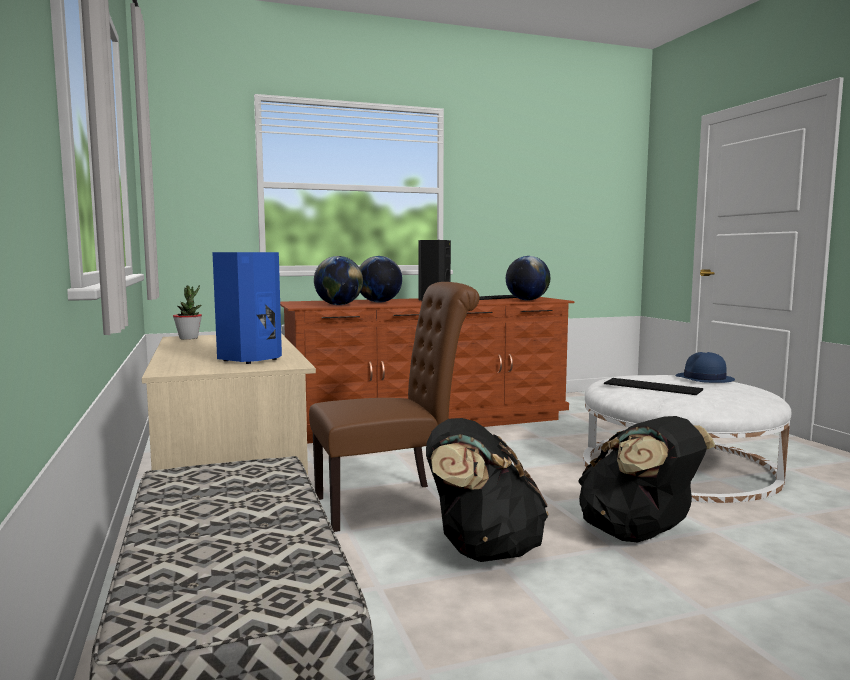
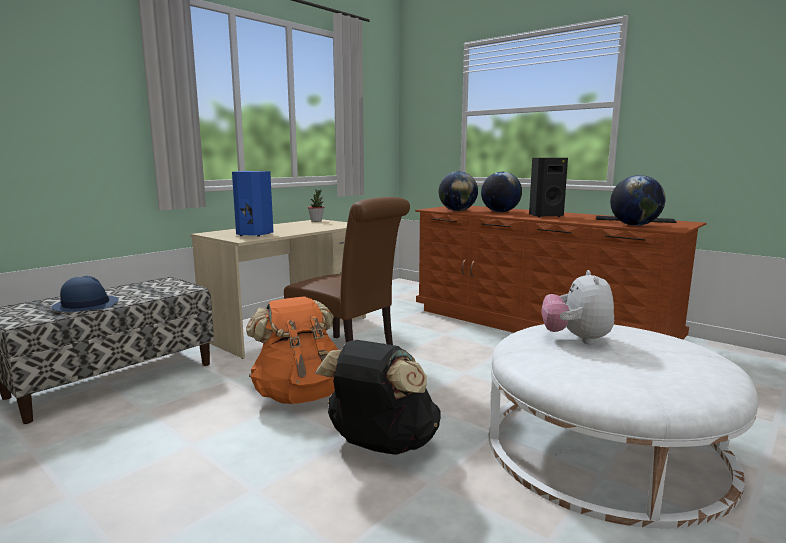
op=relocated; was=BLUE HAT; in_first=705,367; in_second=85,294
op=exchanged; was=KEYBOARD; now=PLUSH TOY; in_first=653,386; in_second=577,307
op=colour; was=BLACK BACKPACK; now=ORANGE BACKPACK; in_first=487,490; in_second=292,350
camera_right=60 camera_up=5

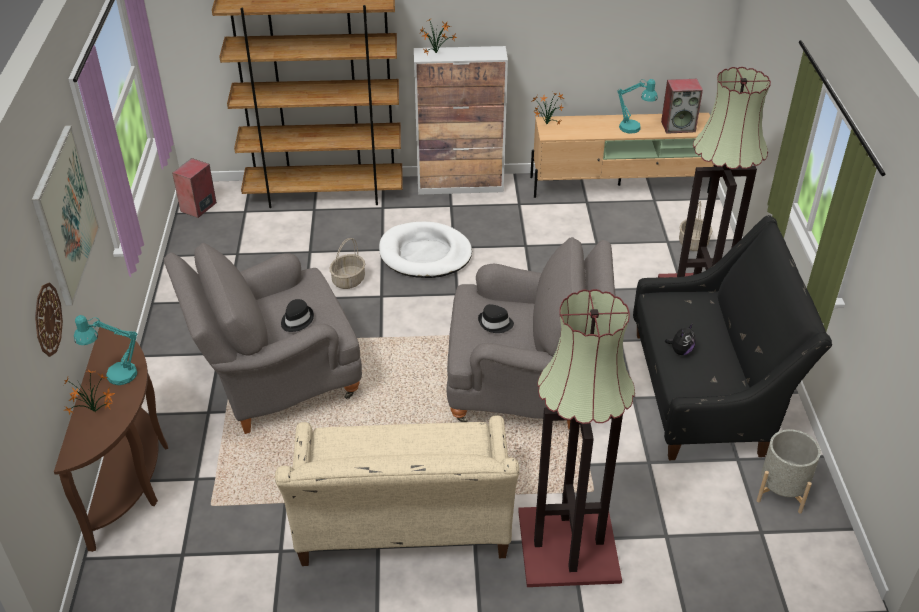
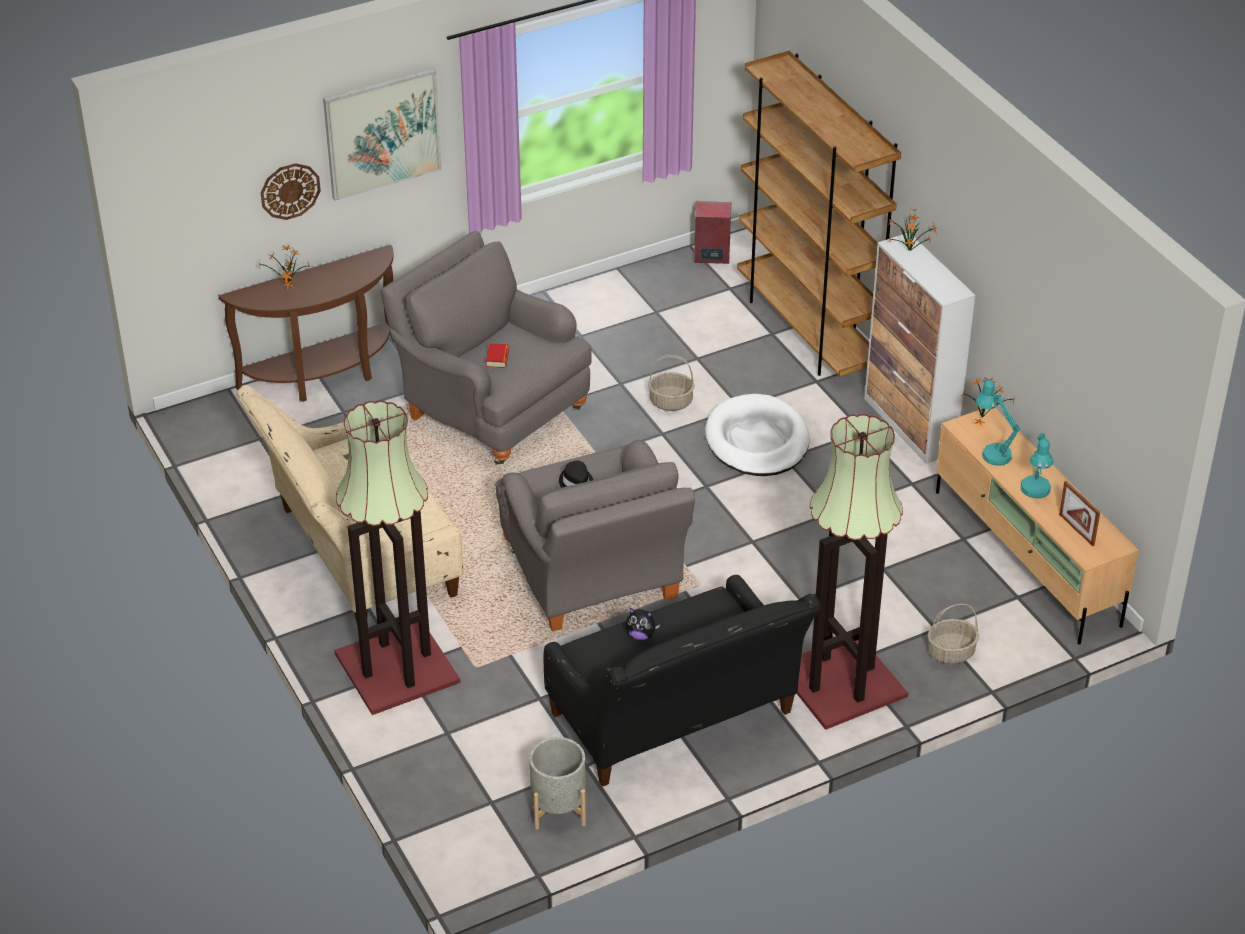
op=relocated; was=TURQUOISE TABLE LAMP; in_first=105,350; in_second=997,423
op=exchanged; was=BLACK HAT; now=BOOK; in_first=297,315; in_second=497,355
op=exchanged; was=SPEAKER; now=PICTURE FRAME; in_first=682,106; in_second=1079,513
camera_right=65 camera_up=0

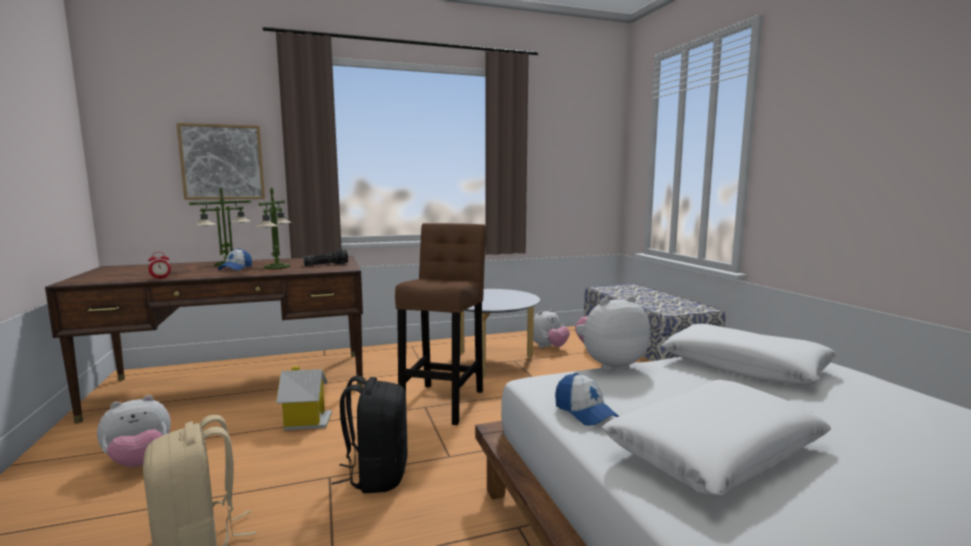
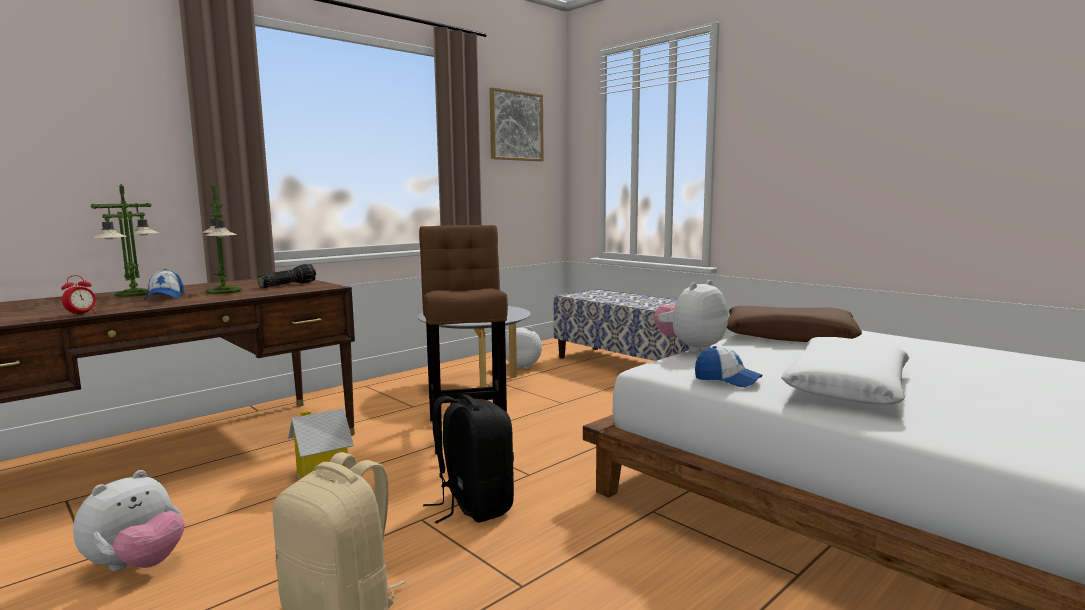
op=relocated; was=PICTURE; in_first=220,161; in_second=516,124
op=colour; was=WHITE PILLOW; now=BROWN PILLOW; in_first=749,354; in_second=794,324
op=spun; was=PLUSH TOY; in_first=551,328; in_second=523,348; clockwise=-105
camera_right=-25 camera_up=0

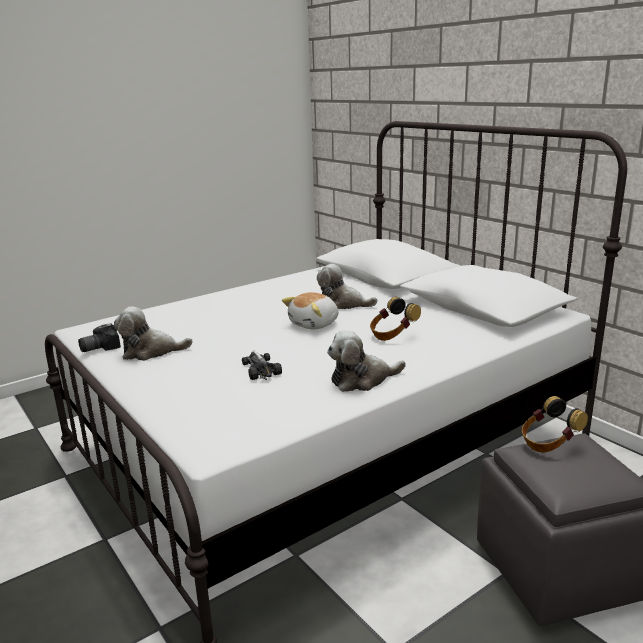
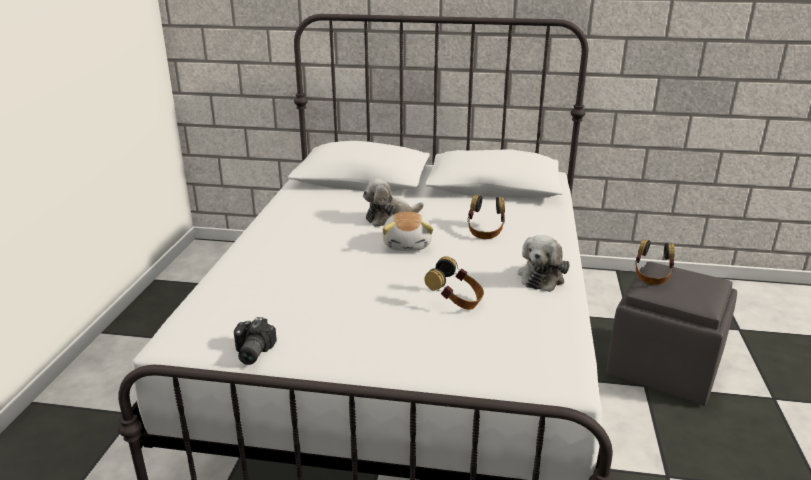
op=missing; was=PLUSH TOY; in_first=153,333
op=exchanged; was=TOY CAR; now=HEADPHONES; in_first=262,365; in_second=454,283
camera_right=-45 camera_up=5

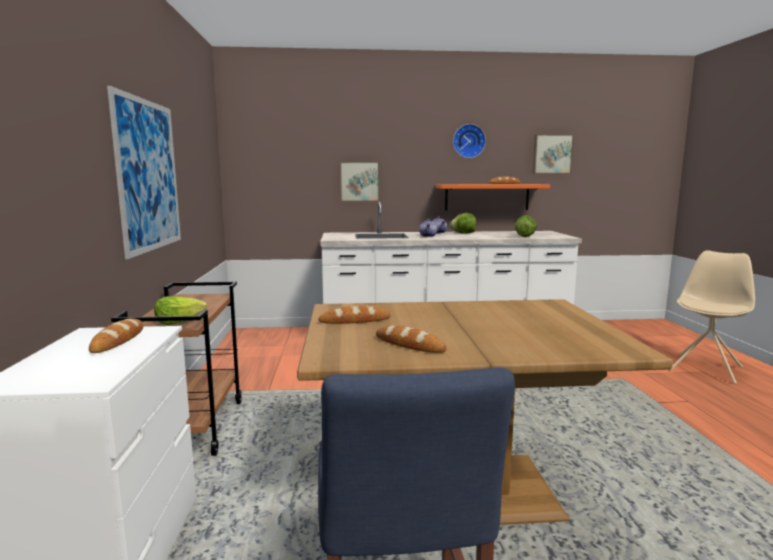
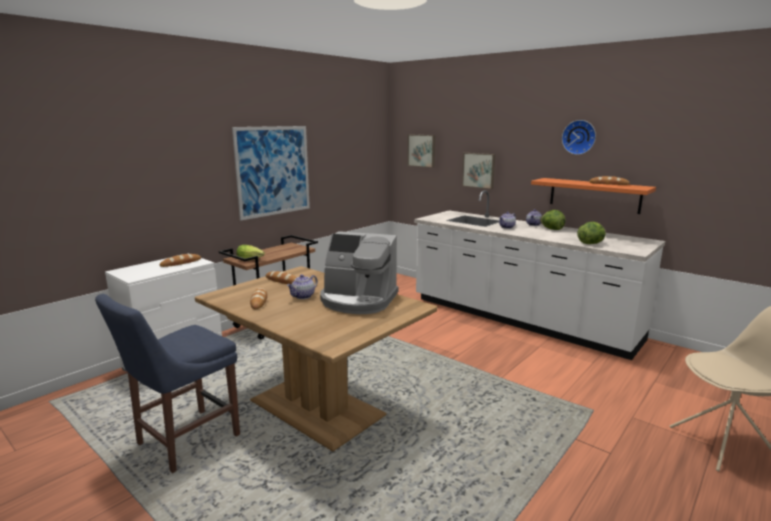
op=appeared; now=TEAPOT; in_second=302,287
op=appeared; now=COFFEE MACHINE; in_second=359,272
op=relocated; was=PICTURE; in_first=553,154; in_second=421,151
camera_right=45 camera_up=5

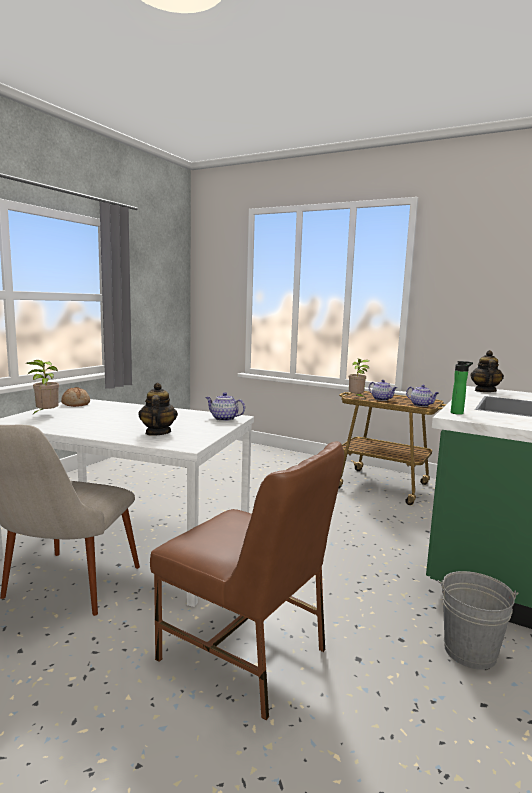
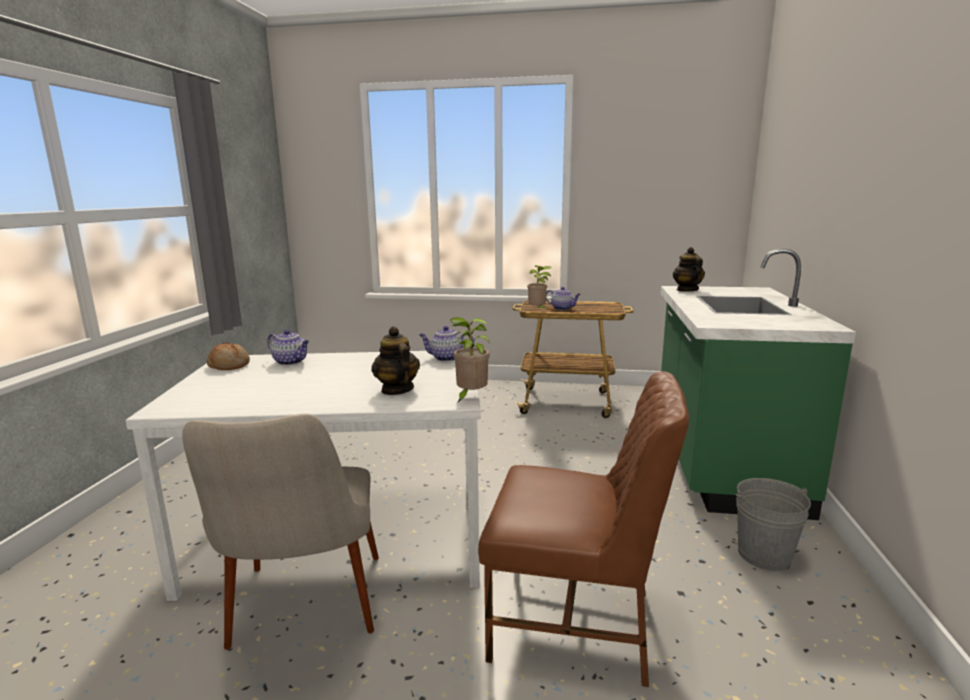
op=missing; was=BOTTLE; in_first=462,388
op=relocated; was=POTTED PLANT; in_first=42,388; in_second=469,359
op=relocated; was=TEAPOT; in_first=422,396; in_second=288,347
camera_right=-20 camera_up=5

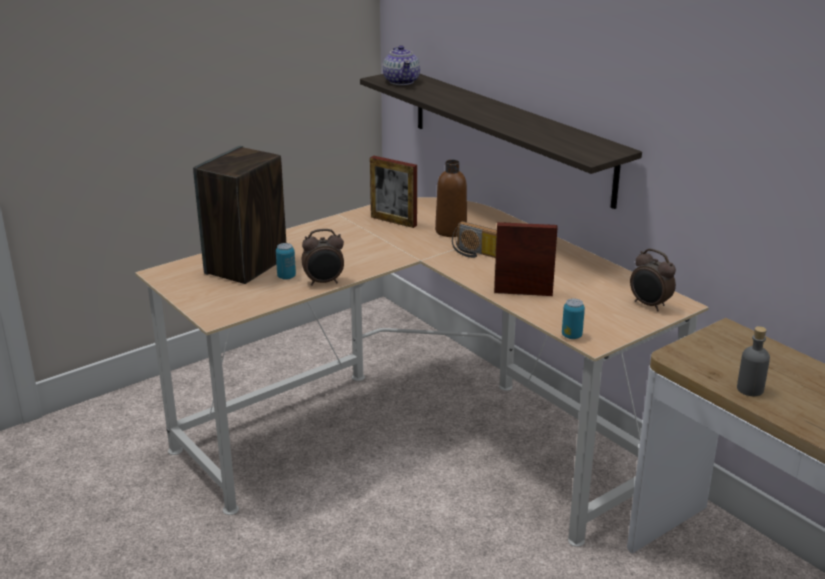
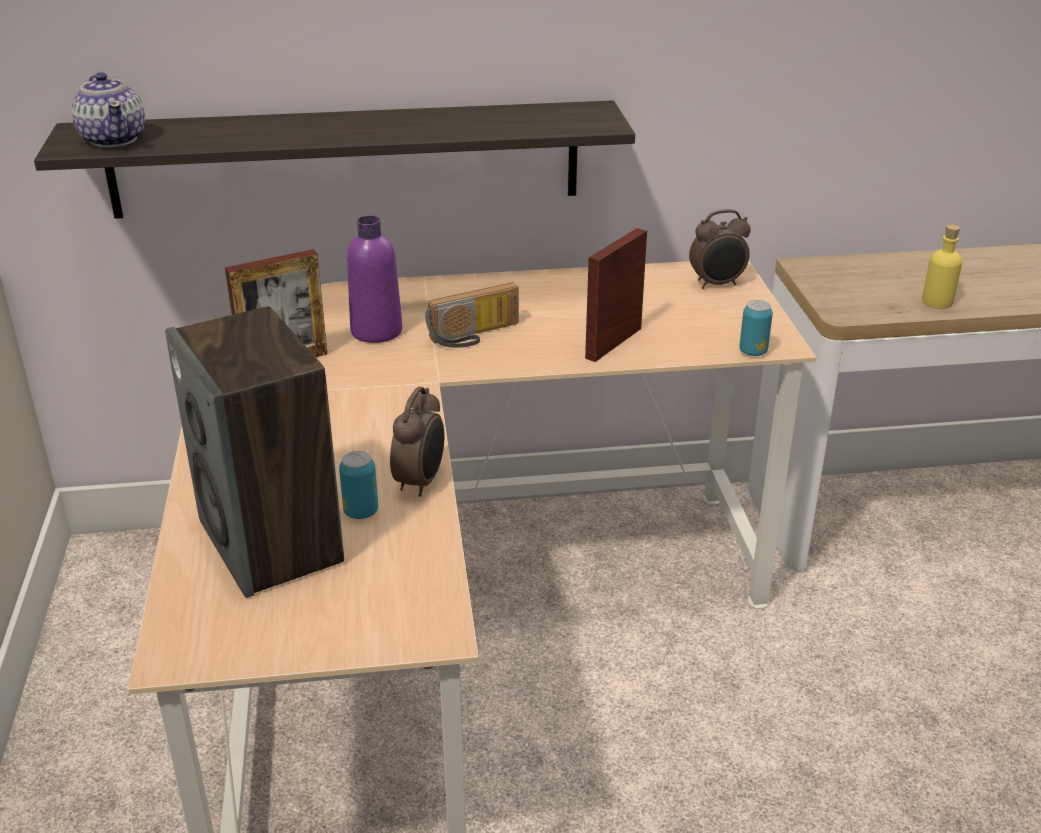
op=colour; was=BROWN BOTTLE; now=PURPLE BOTTLE; in_first=451,198; in_second=374,279
op=colour; was=GREY BOTTLE; now=YELLOW BOTTLE; in_first=753,361; in_second=942,266
op=spun; was=TEAPOT; in_first=401,65; in_second=108,109; clockwise=45
camera_right=-60 camera_up=5

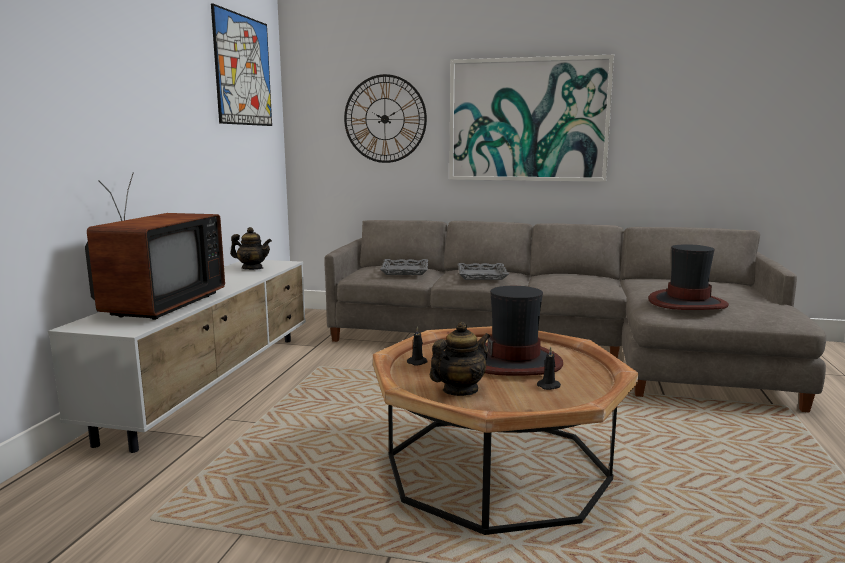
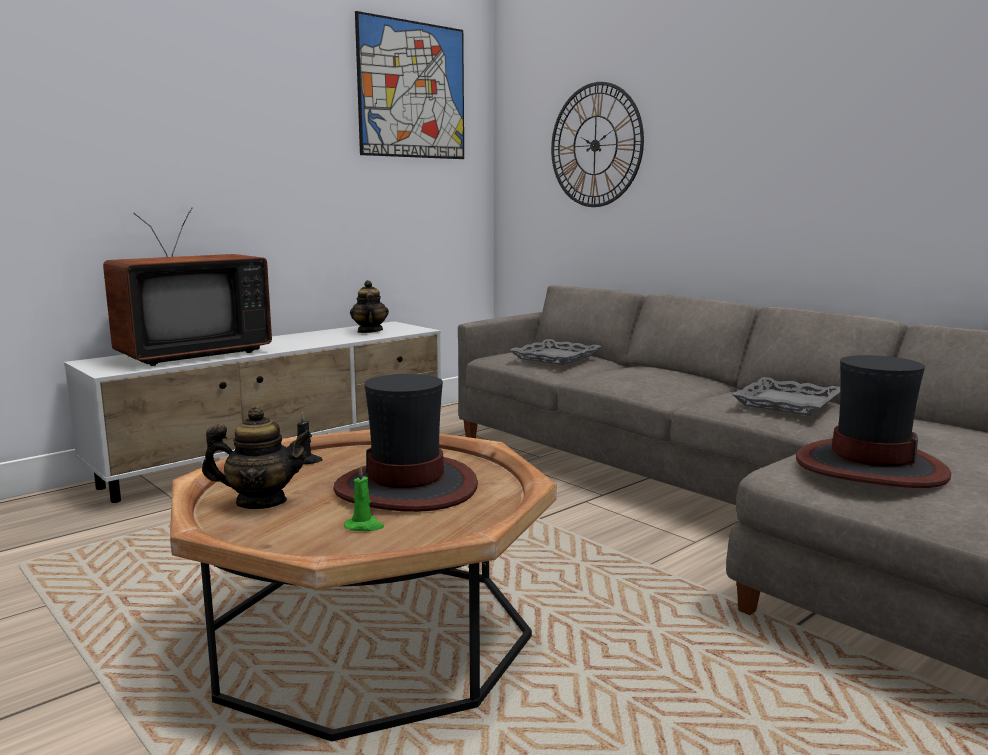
op=missing; was=PICTURE; in_first=531,118
op=relocated; was=GREY TRAY; in_first=483,271; in_second=786,396
op=colour; was=BLACK CANDLE; now=GREEN CANDLE; in_first=549,368; in_second=364,498
op=spun; was=TEAPOT; in_first=251,248; in_second=369,306; clockwise=-150
camera_right=35 camera_up=0

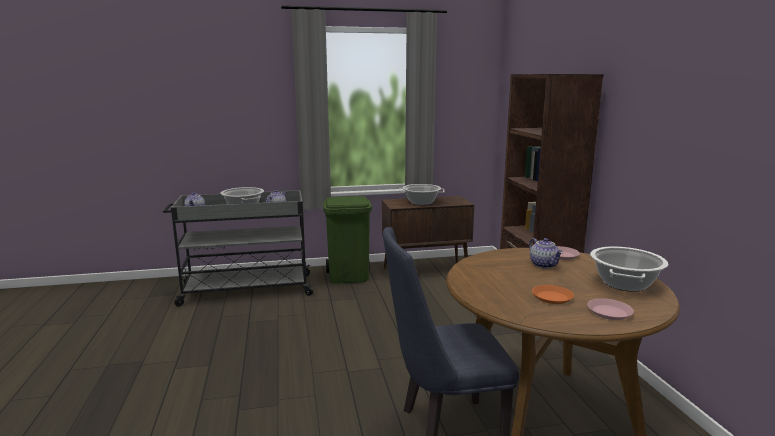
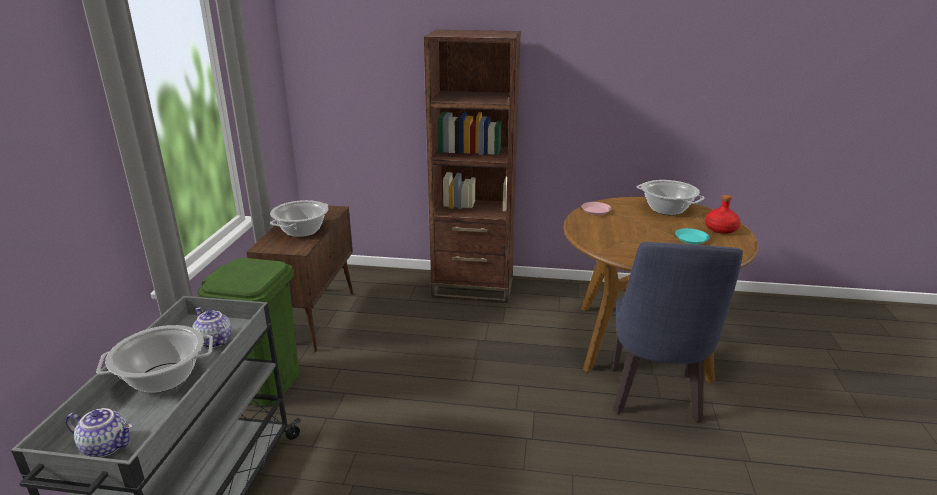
op=missing; was=TEAPOT; in_first=546,253
op=exchanged; was=PINK PLATE; now=RED BOTTLE; in_first=610,309; in_second=722,214
op=colour; was=ORANGE PLATE; now=TURQUOISE PLATE; in_first=553,294; in_second=692,236
camera_right=-70 camera_up=10

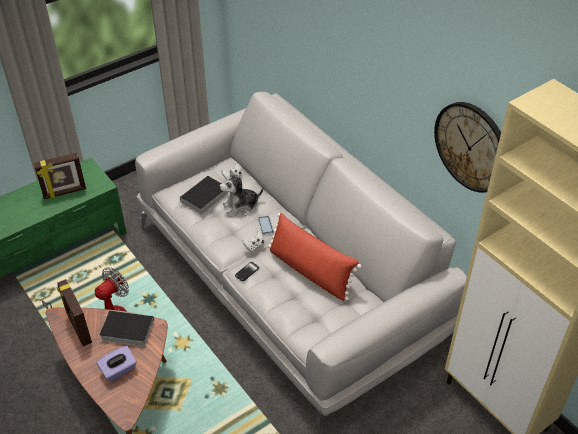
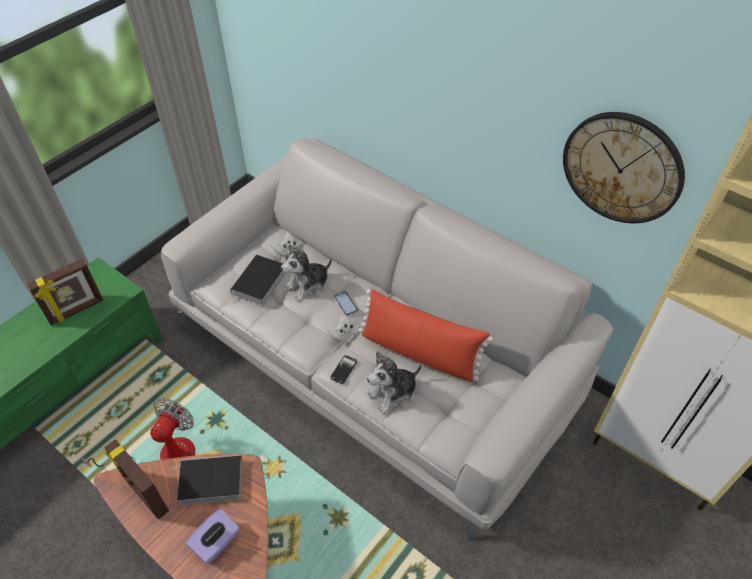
op=appeared; now=PLUSH TOY; in_second=394,382
camera_right=-15 camera_up=5

